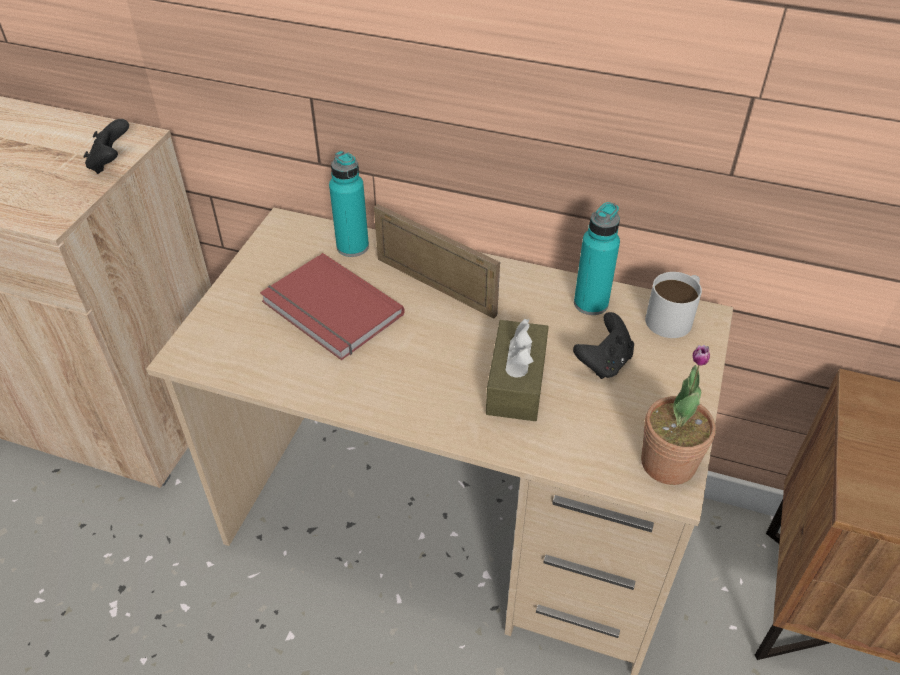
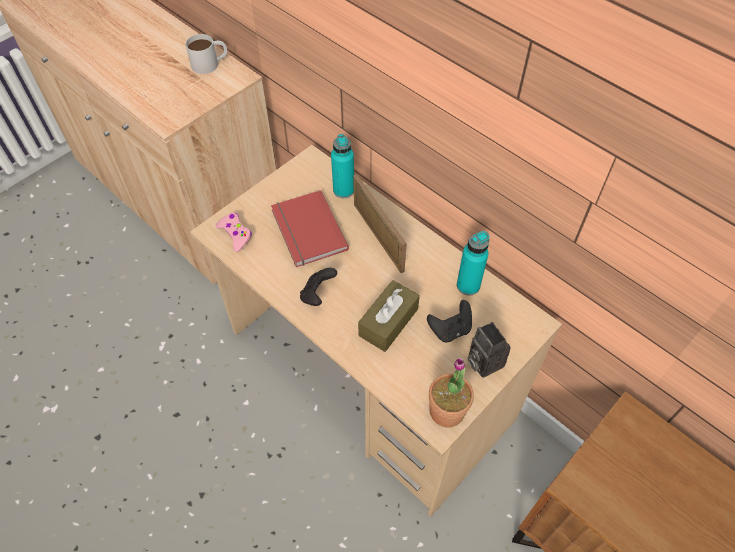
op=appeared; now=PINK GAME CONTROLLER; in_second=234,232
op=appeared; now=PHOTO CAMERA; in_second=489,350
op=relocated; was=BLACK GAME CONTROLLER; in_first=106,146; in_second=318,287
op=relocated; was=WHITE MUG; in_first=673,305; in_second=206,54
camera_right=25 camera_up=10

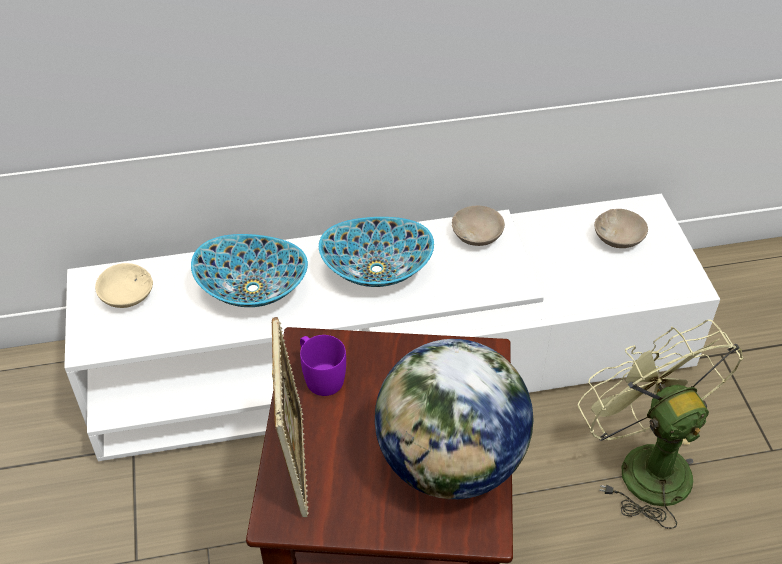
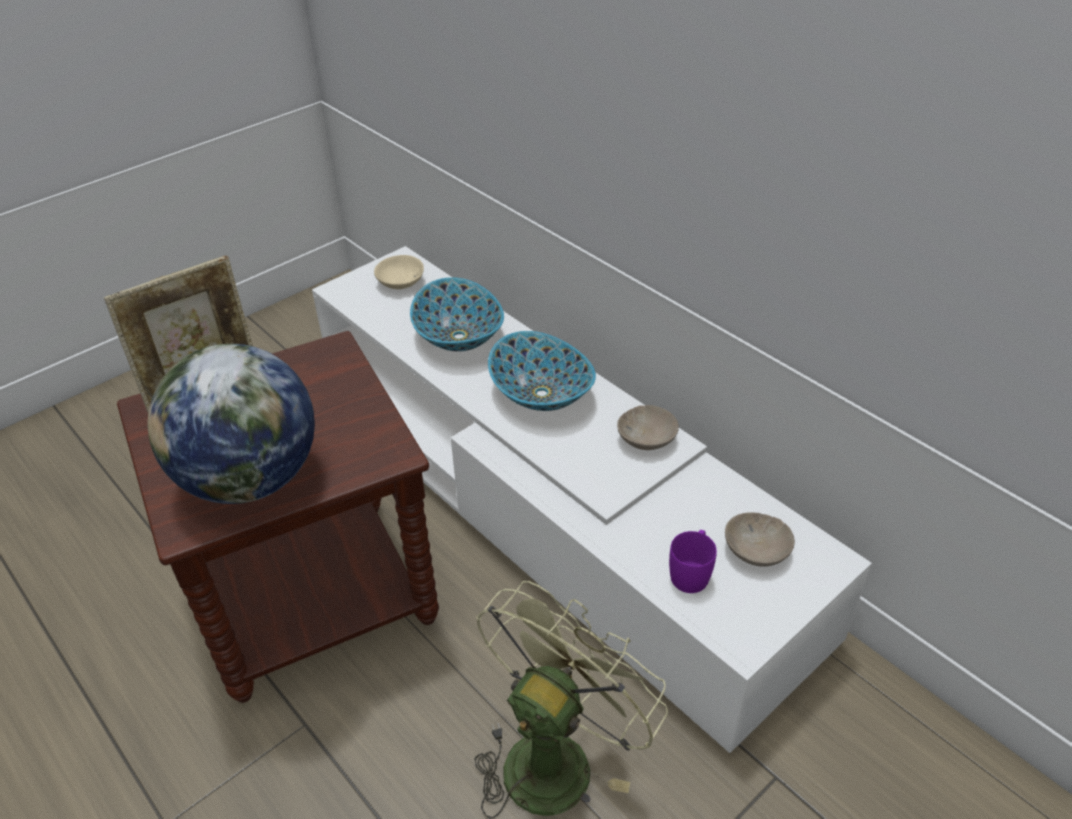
op=relocated; was=PURPLE MUG; in_first=323,365; in_second=693,561
camera_right=60 camera_up=-5

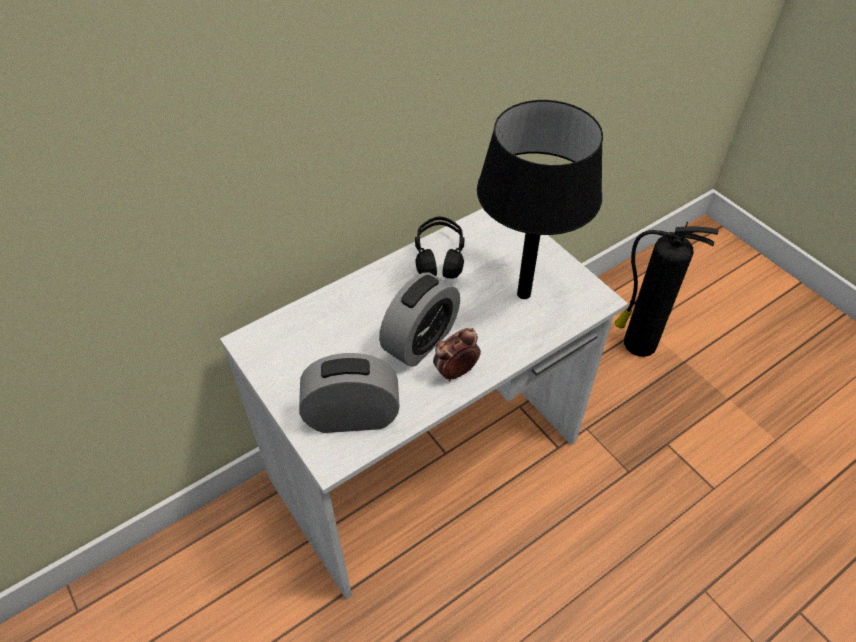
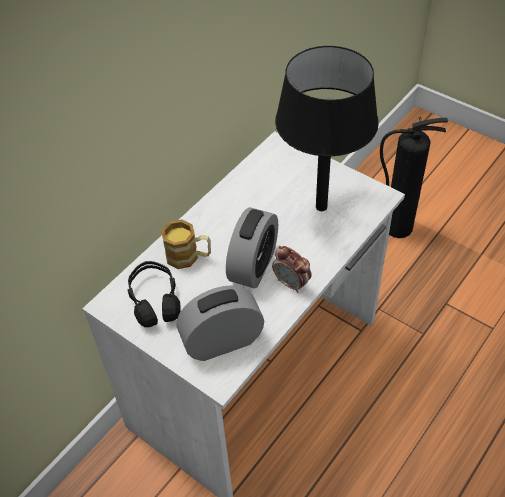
op=appeared; now=MUG; in_second=186,244
op=relocated; was=BLACK HEADPHONES; in_first=440,247; in_second=154,294
op=spun; was=ALARM CLOCK; in_first=457,355; in_second=292,269; clockwise=-90
camera_right=-15 camera_up=0

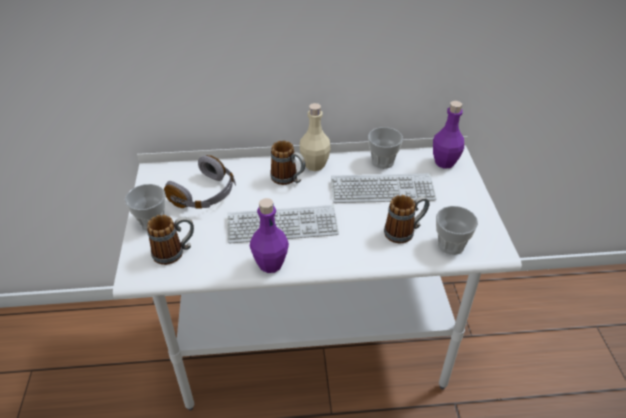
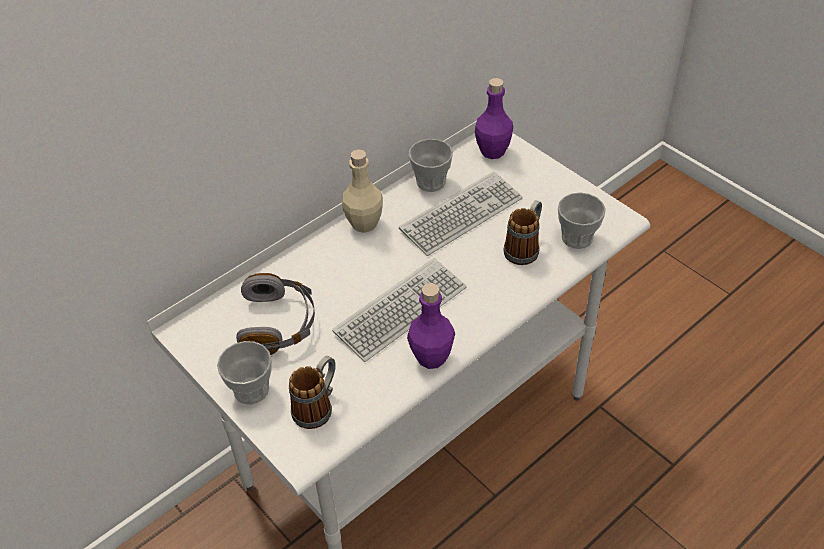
op=missing; was=MUG; in_first=288,162
camera_right=-35 camera_up=5

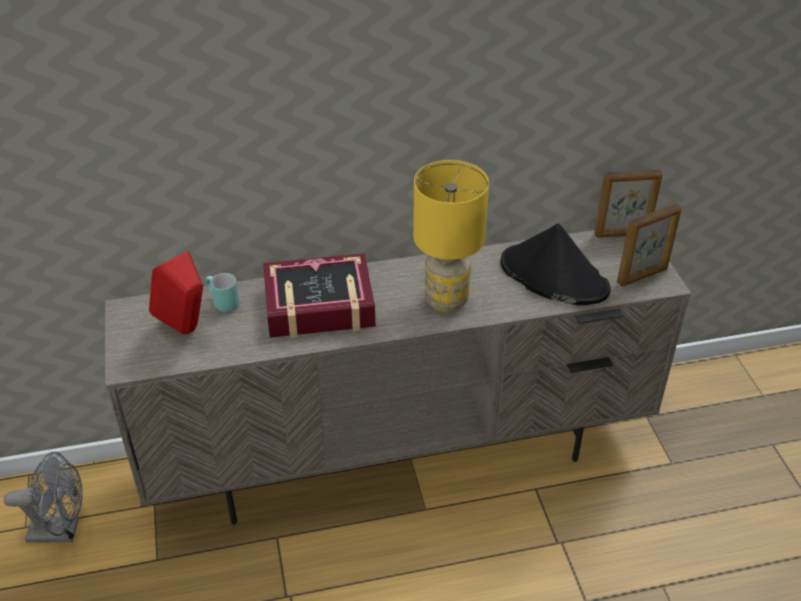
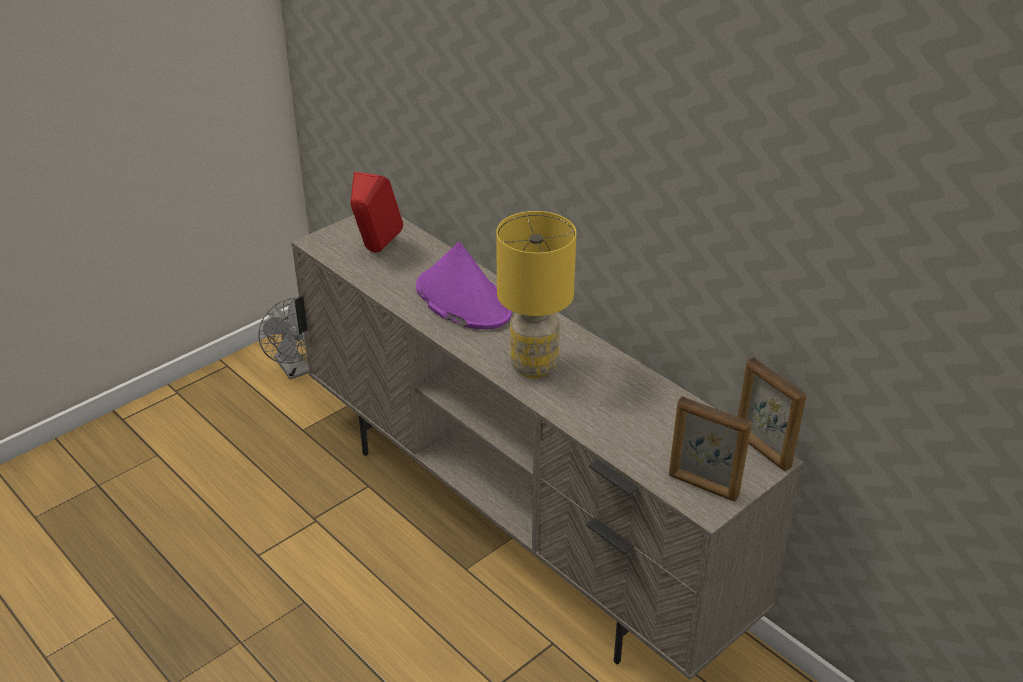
op=missing; was=TURQUOISE MUG; in_first=222,292
op=missing; was=BLACK HAT; in_first=556,264
op=exchanged; was=BOOK; now=PURPLE HAT; in_first=319,295; in_second=464,285
camera_right=60 camera_up=-5

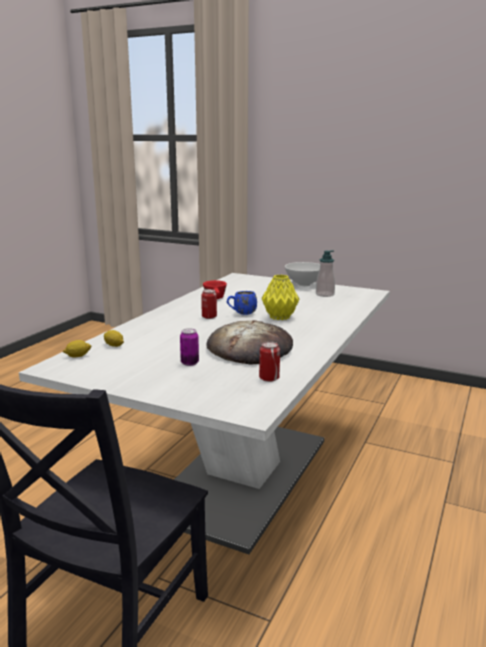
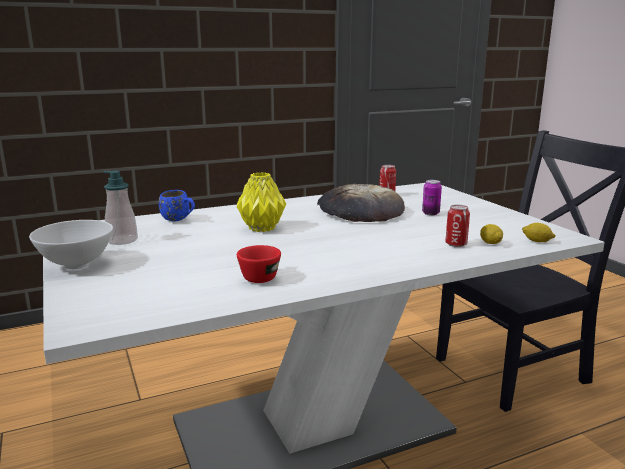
op=relocated; was=CAN; in_first=209,304; in_second=457,226
op=relocated; was=BLUE MUG; in_first=241,303; in_second=177,206
camera_right=-140 camera_up=0

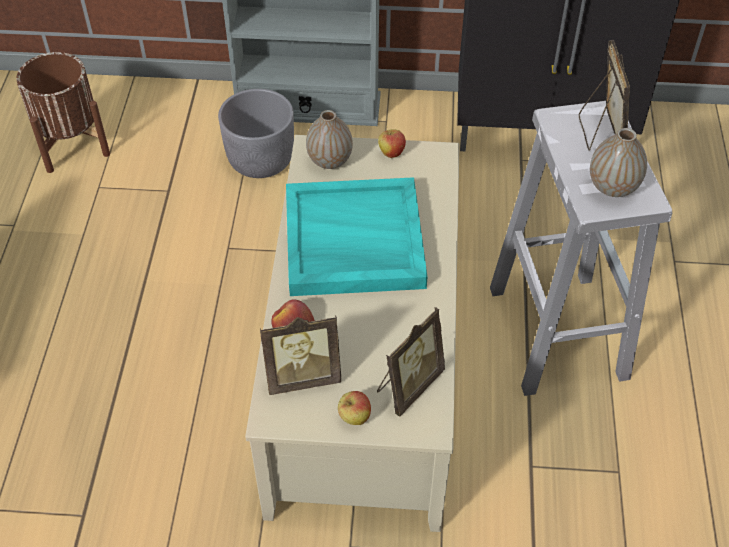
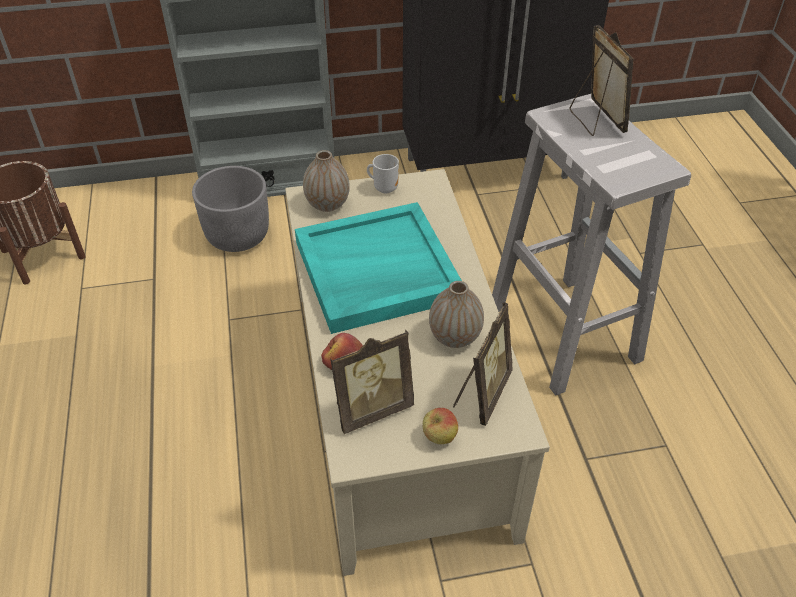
op=relocated; was=VASE; in_first=618,162; in_second=456,314
op=exchanged; was=APPLE; now=MUG; in_first=392,142; in_second=383,173
camera_right=-15 camera_up=-5

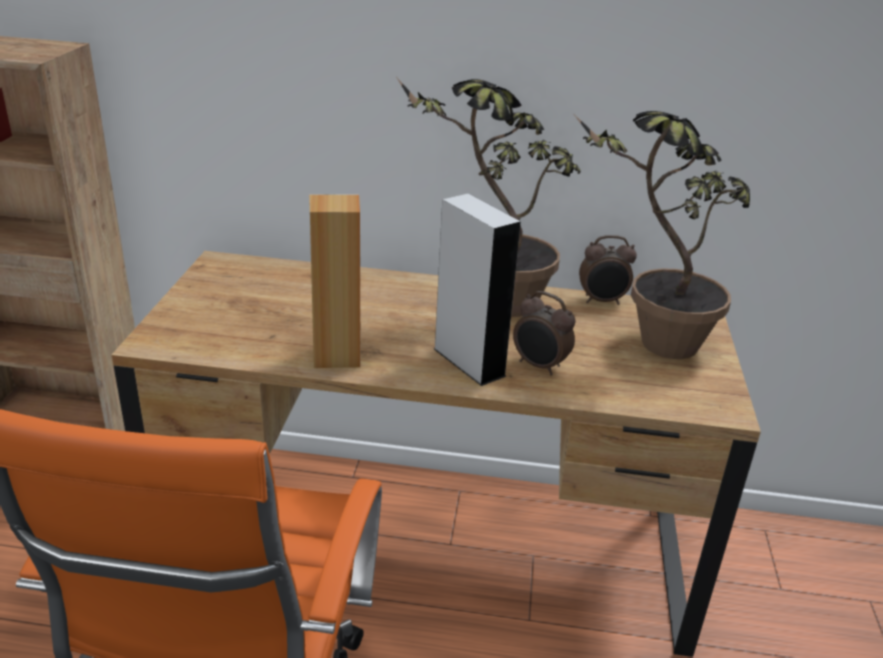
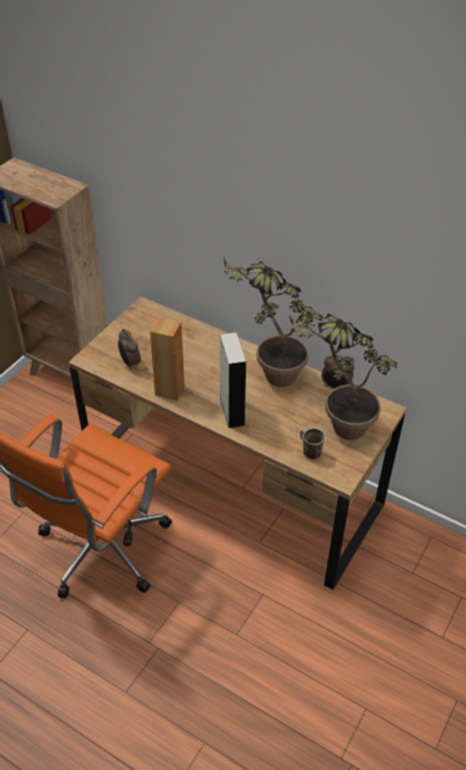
op=appeared; now=MUG; in_second=312,443
op=relocated; was=ALARM CLOCK; in_first=544,333; in_second=129,349
camera_right=25 camera_up=15

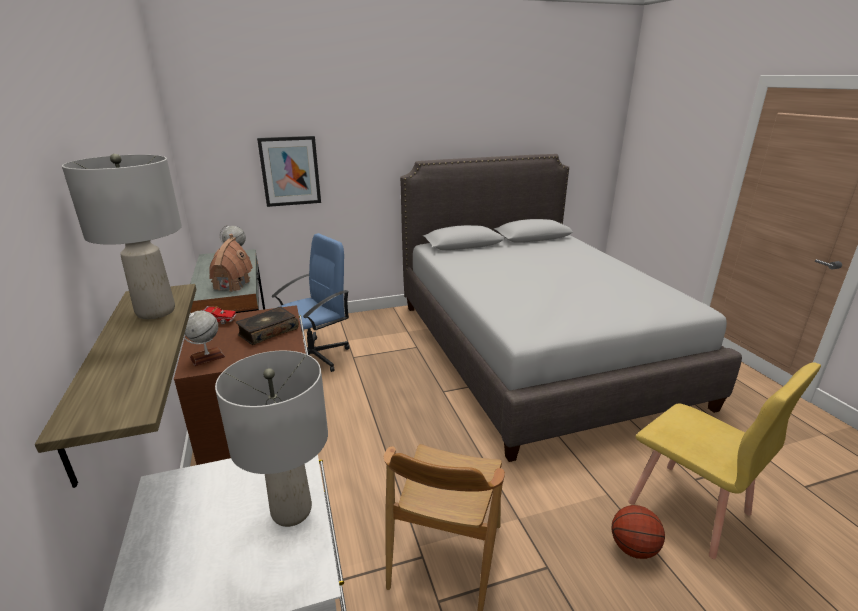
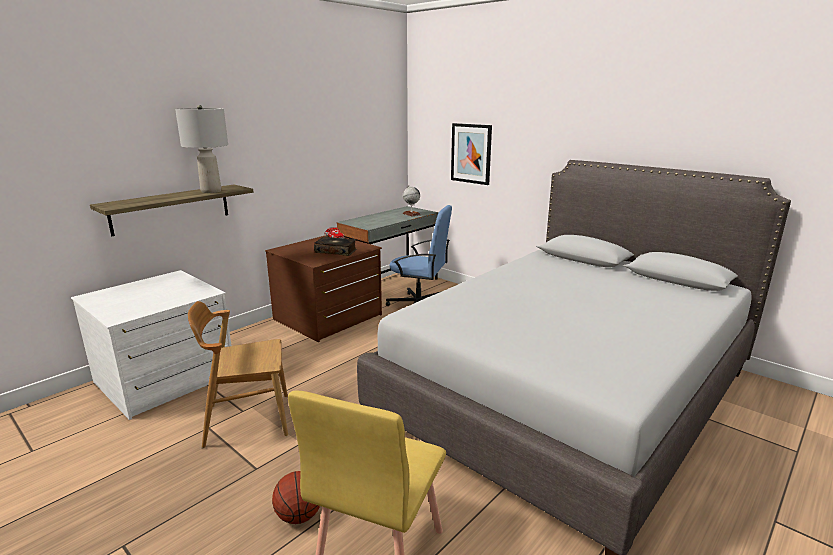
op=missing; was=GLOBE; in_first=204,338
op=missing; was=TOY HOUSE; in_first=231,263
op=missing; was=GREY TABLE LAMP; in_first=271,439
camera_right=60 camera_up=-5

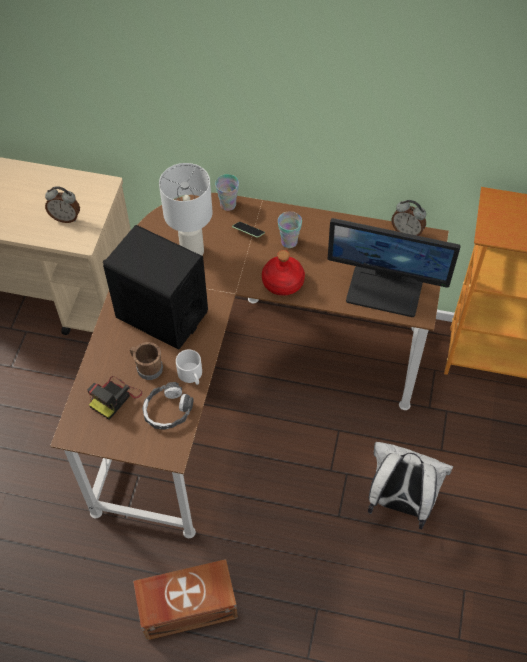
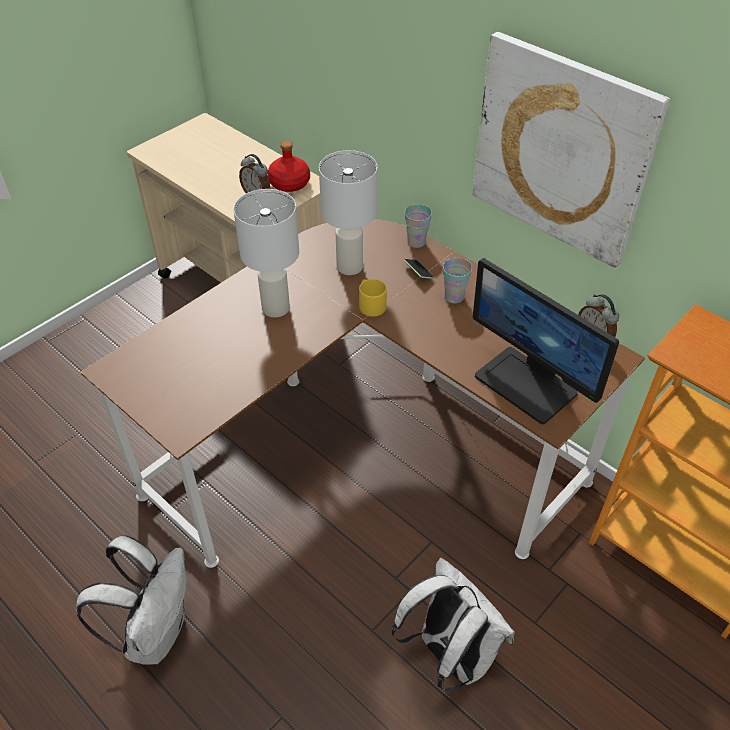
op=missing; was=PHOTO CAMERA; in_first=114,398
op=missing; was=BROWN MUG; in_first=146,361
op=missing; was=HEADPHONES; in_first=168,406
op=missing; was=WHITE MUG; in_first=189,367
op=appeared; now=YELLOW MUG; in_second=373,298
op=appeared; now=PICTURE; in_second=571,150
op=relocated; was=RED BOTTLE; in_first=283,273; in_second=288,166
op=exchanged; was=BLACK SPEAKER; now=WHITE TABLE LAMP; in_first=155,287; in_second=266,253
op=exchanged; was=BROWN STORAGE BOX; now=WHITE BACKPACK; in_first=185,600; in_second=131,600
camera_right=30 camera_up=-10

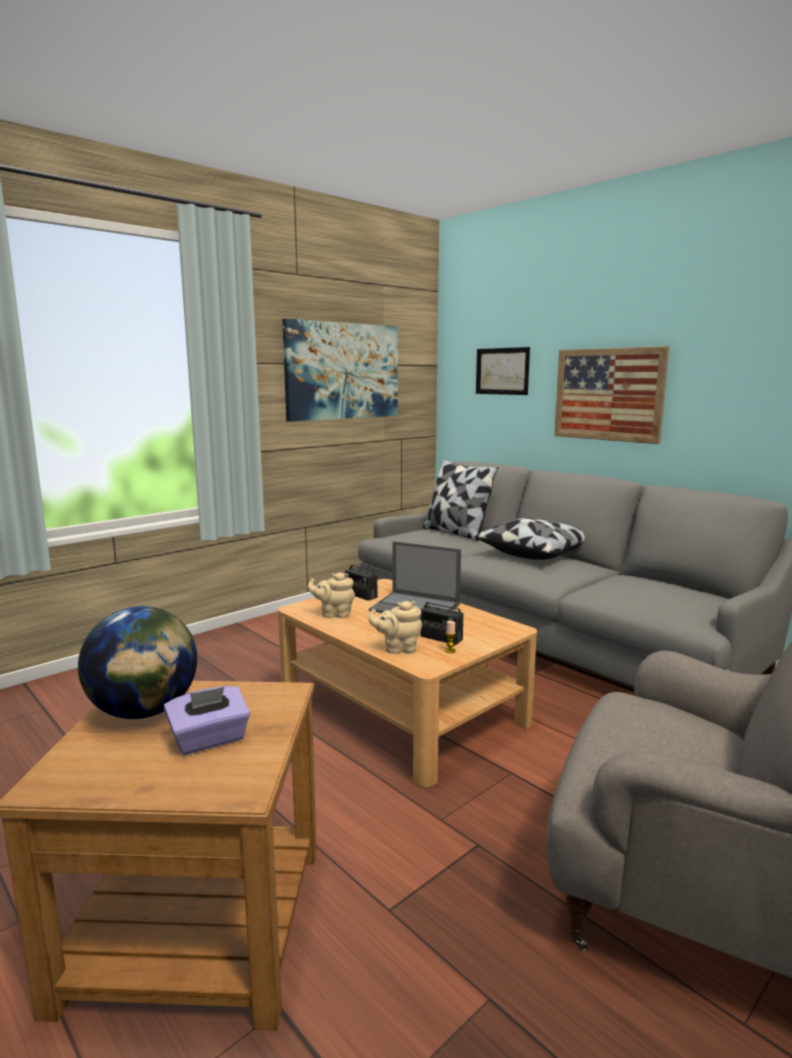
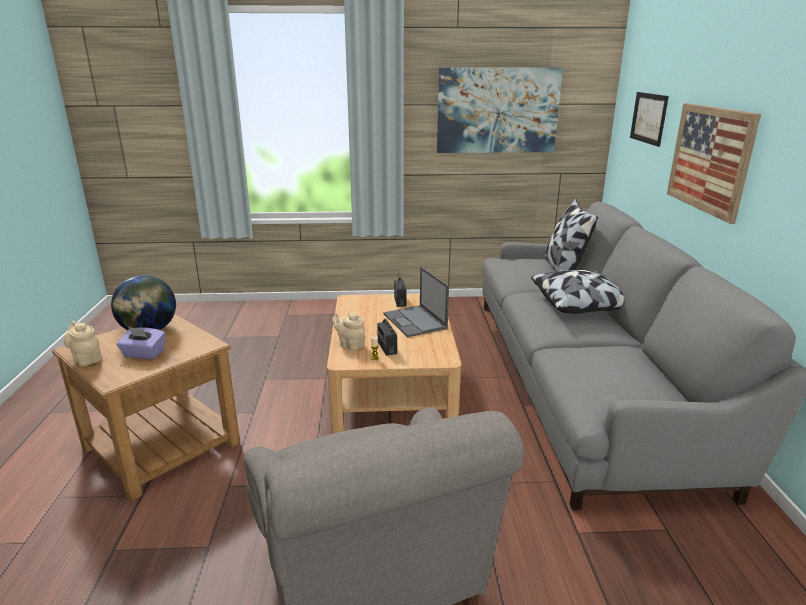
op=relocated; was=BEIGE TEAPOT; in_first=331,595; in_second=83,343
camera_right=40 camera_up=10

